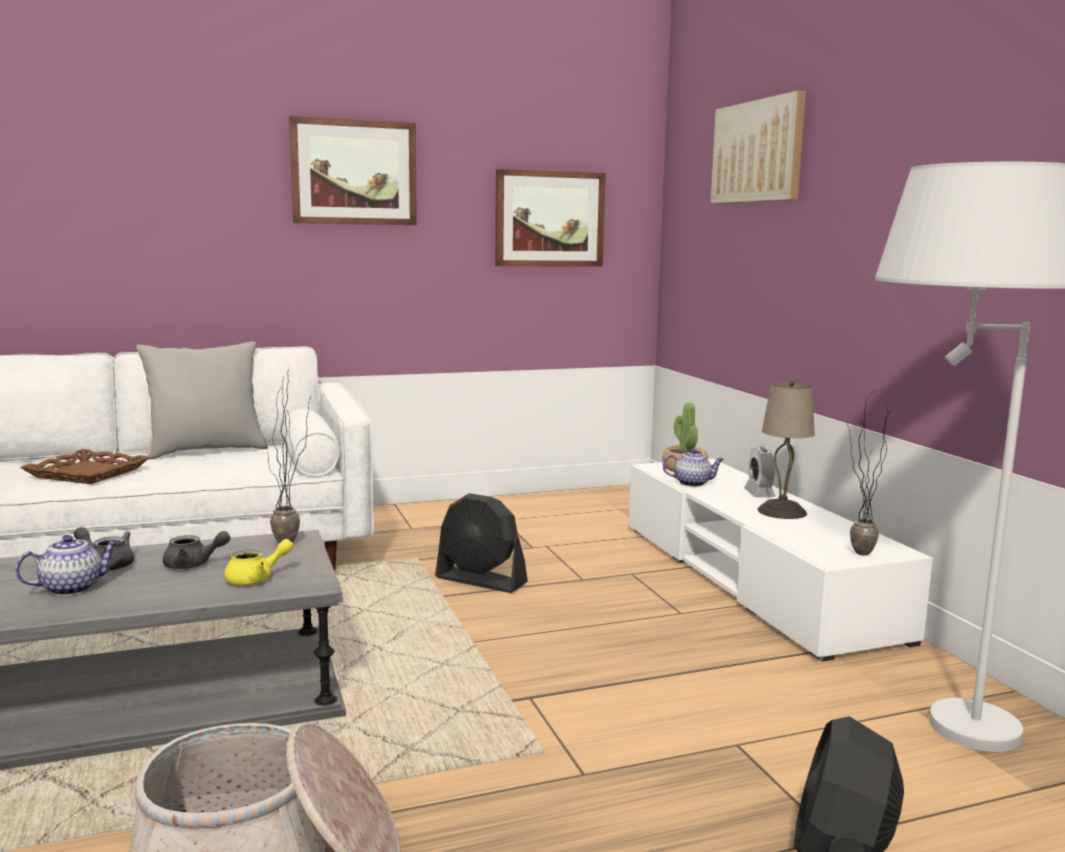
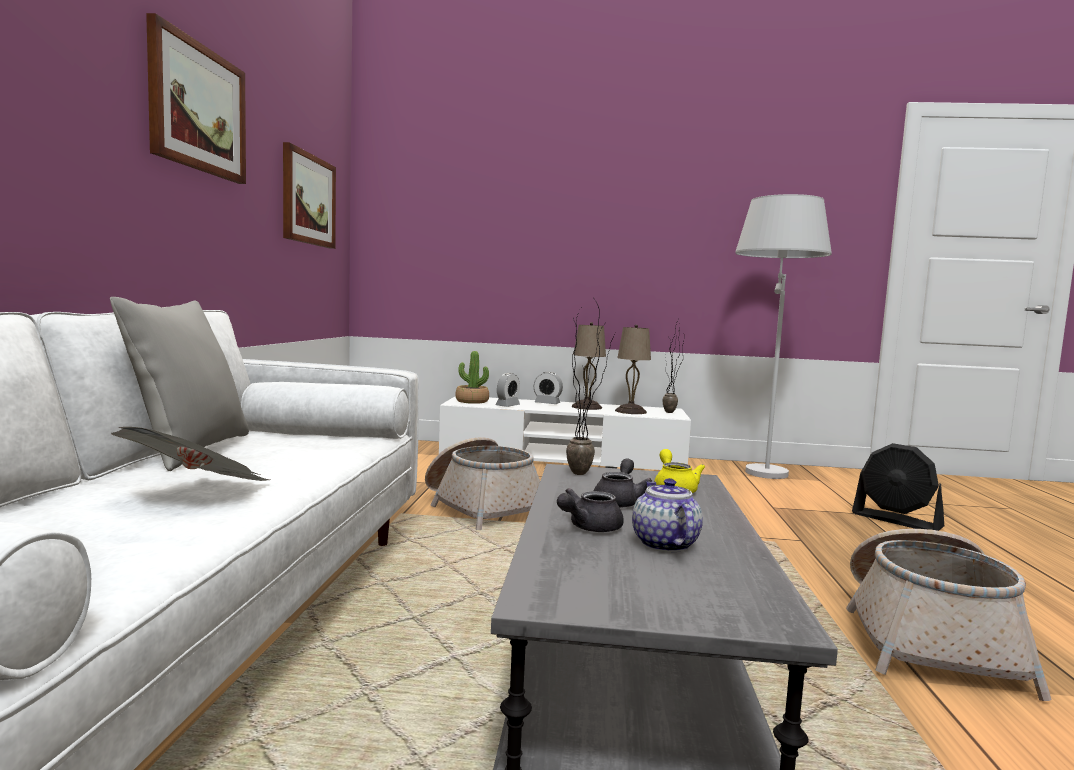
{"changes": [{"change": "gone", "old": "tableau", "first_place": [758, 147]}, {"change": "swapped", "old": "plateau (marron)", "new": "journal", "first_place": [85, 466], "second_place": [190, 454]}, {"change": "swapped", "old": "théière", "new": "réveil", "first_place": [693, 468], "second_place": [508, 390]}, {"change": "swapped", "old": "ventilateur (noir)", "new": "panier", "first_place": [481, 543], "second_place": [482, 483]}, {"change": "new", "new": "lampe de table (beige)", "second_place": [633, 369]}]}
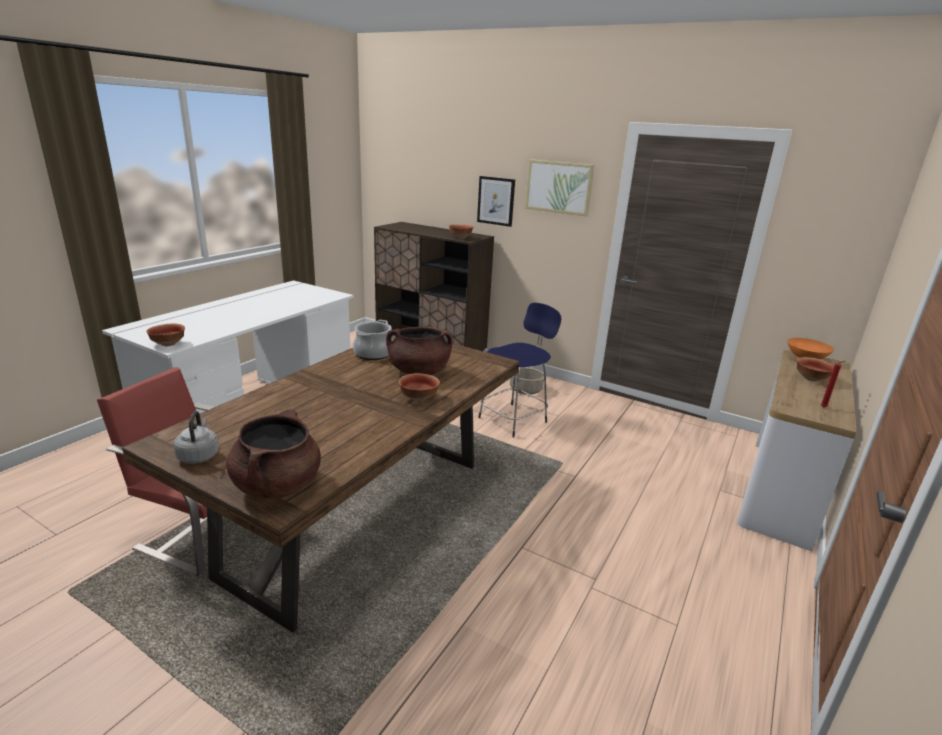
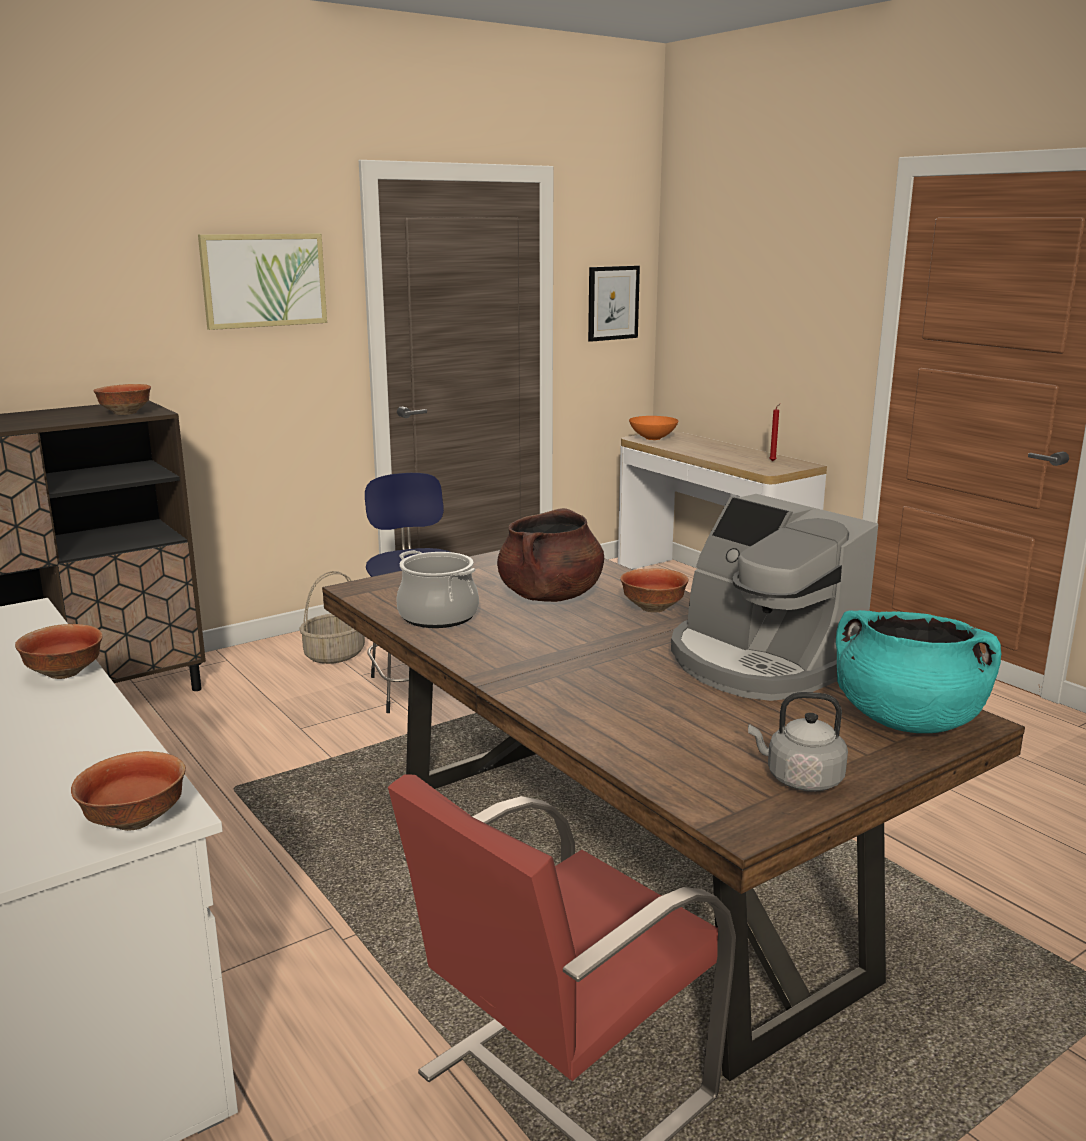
{"changes": [{"change": "shifted", "old": "tableau", "first_place": [496, 201], "second_place": [614, 304]}, {"change": "shifted", "old": "bol", "first_place": [815, 369], "second_place": [59, 651]}, {"change": "repainted", "old": "marmite (marron)", "new": "marmite (turquoise)", "first_place": [273, 454], "second_place": [918, 671]}, {"change": "new", "new": "machine à café", "second_place": [774, 597]}]}
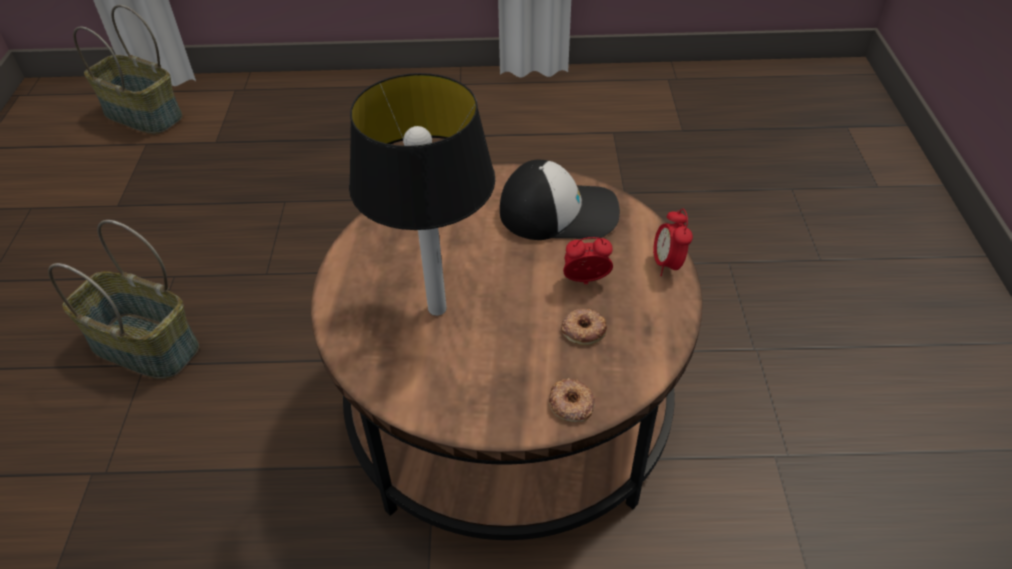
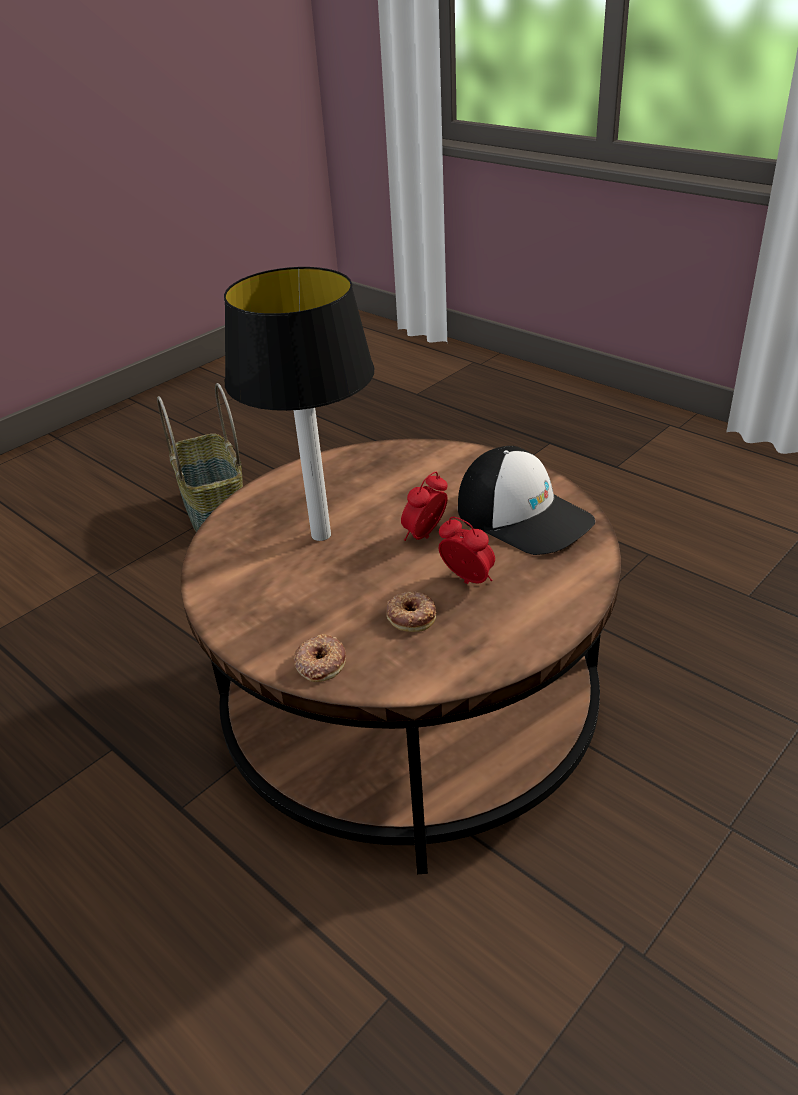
{"changes": [{"change": "gone", "old": "panier", "first_place": [128, 69]}, {"change": "shifted", "old": "réveil", "first_place": [673, 242], "second_place": [424, 506]}]}
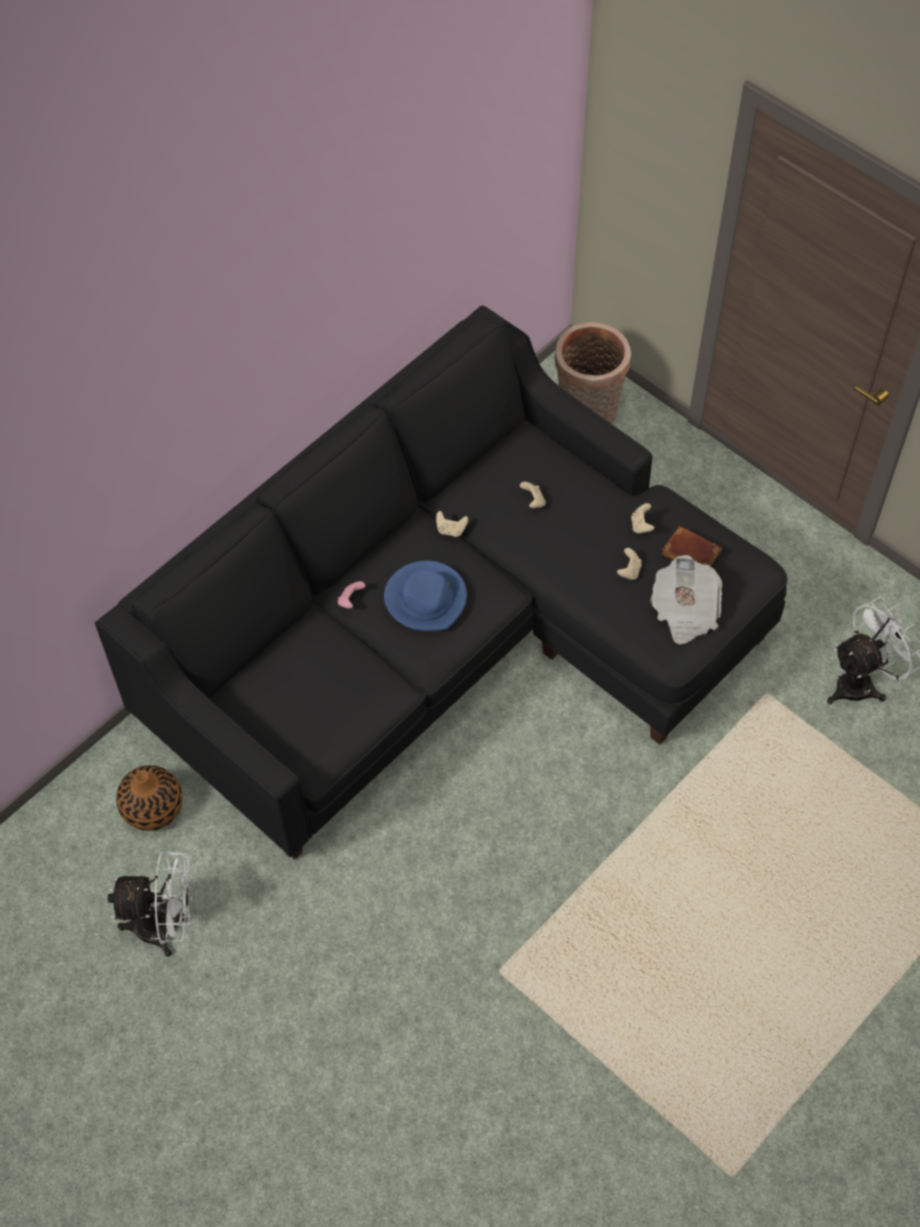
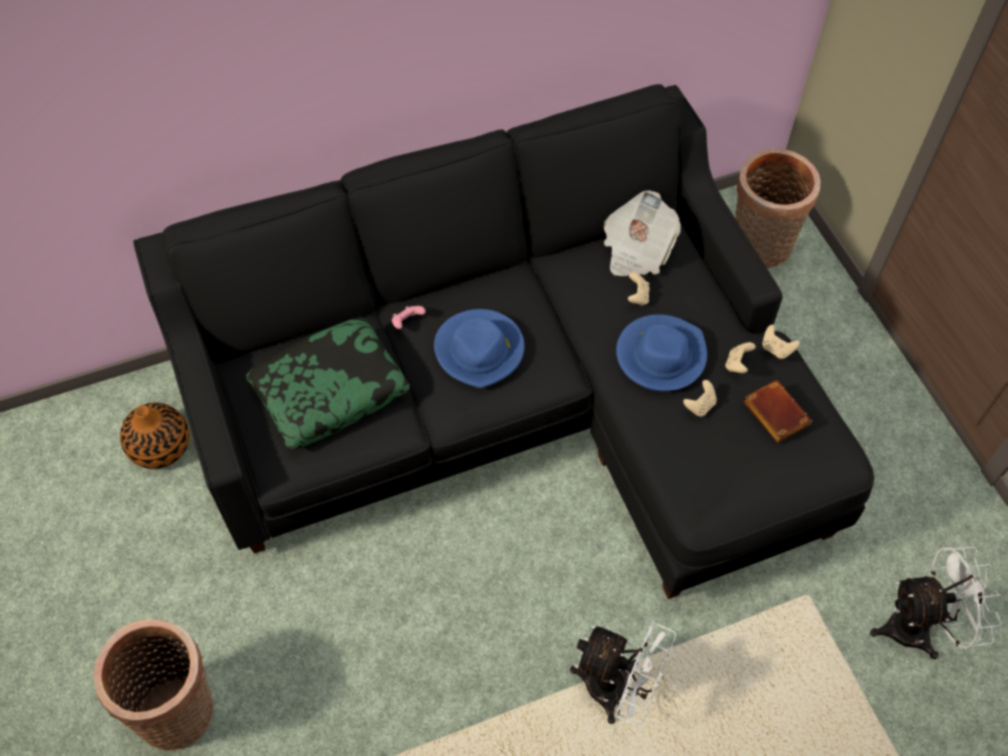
{"changes": [{"change": "shifted", "old": "manette (beige)", "first_place": [452, 524], "second_place": [781, 342]}, {"change": "shifted", "old": "journal", "first_place": [686, 600], "second_place": [642, 233]}, {"change": "shifted", "old": "ventilateur (blanc)", "first_place": [150, 904], "second_place": [623, 673]}, {"change": "new", "new": "chapeau (bleu)", "second_place": [661, 352]}, {"change": "new", "new": "coussin", "second_place": [328, 383]}, {"change": "new", "new": "panier", "second_place": [153, 685]}]}
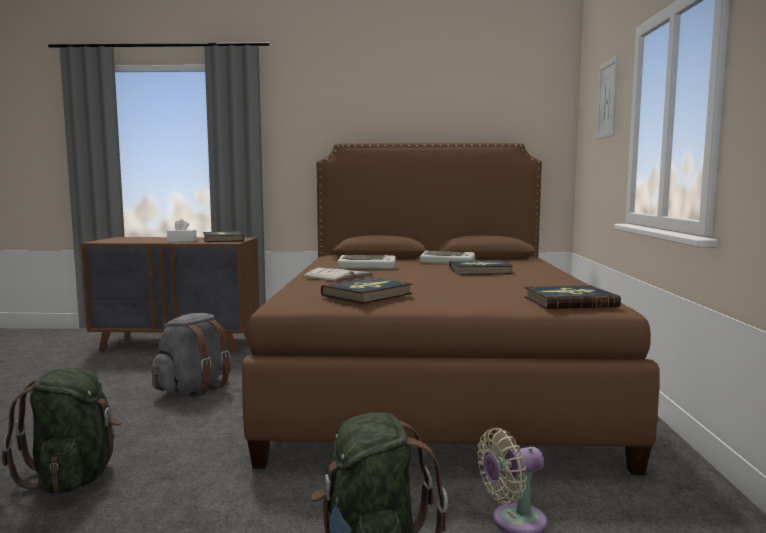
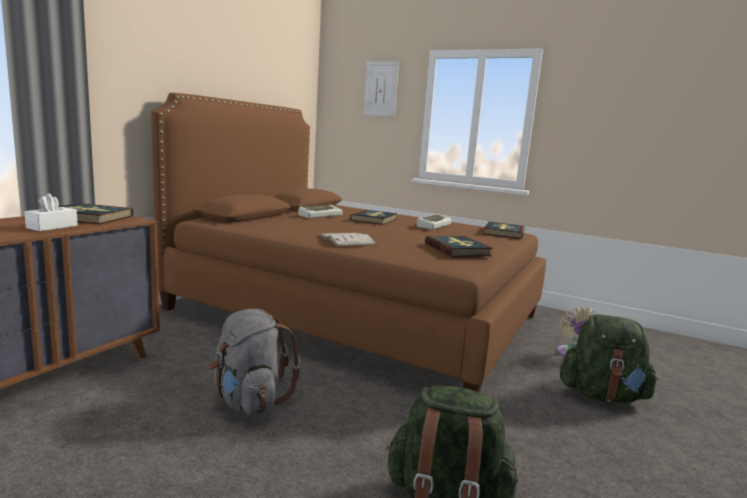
{"changes": [{"change": "shifted", "old": "clavier", "first_place": [366, 262], "second_place": [434, 222]}]}
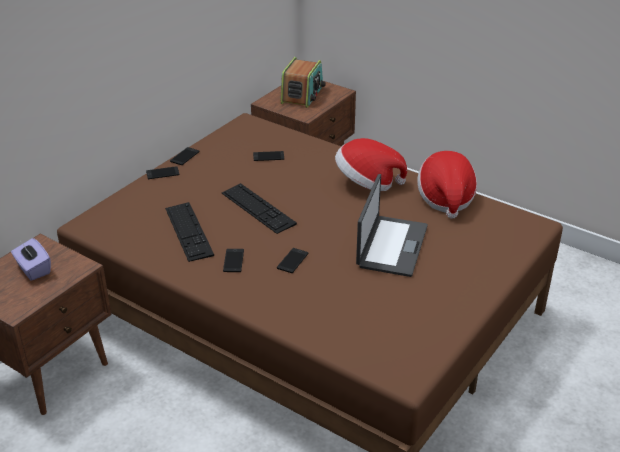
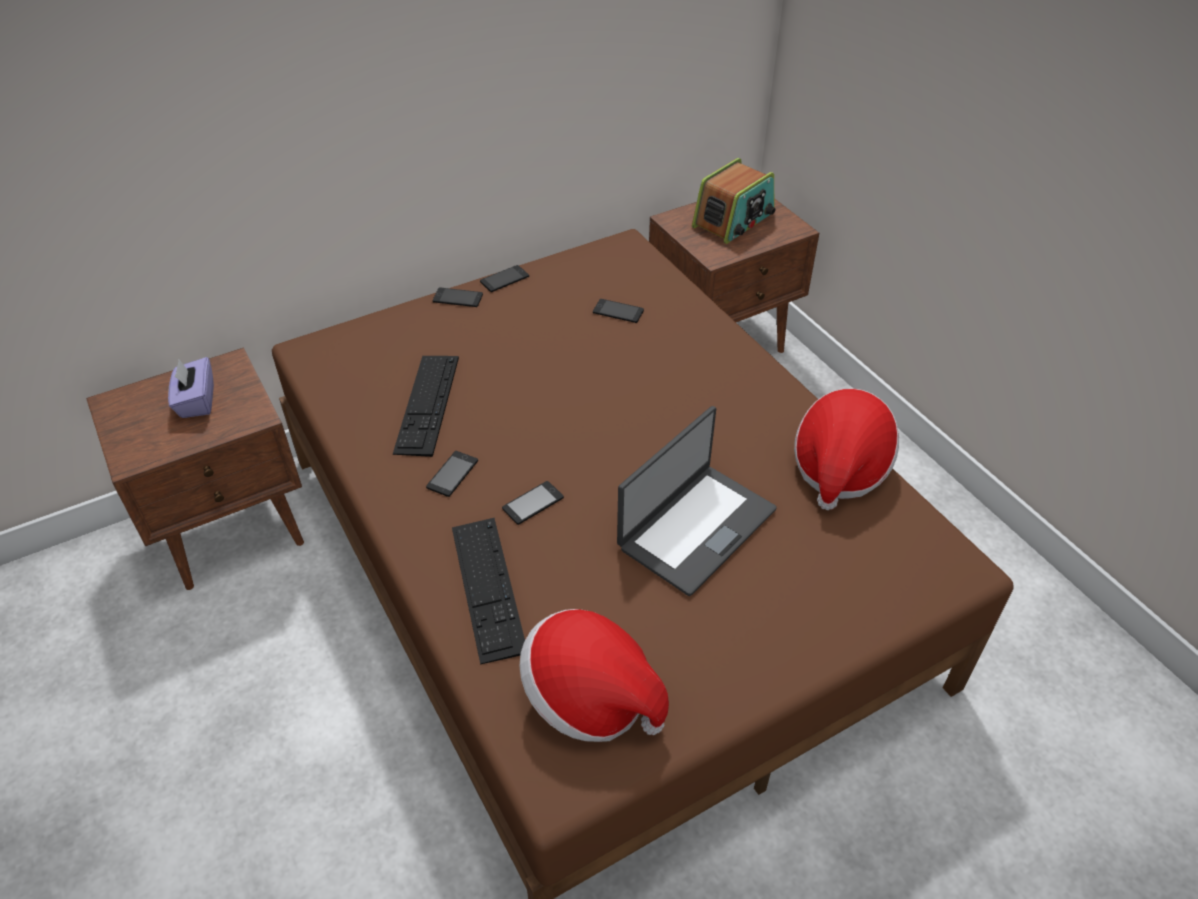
{"changes": [{"change": "shifted", "old": "chapeau", "first_place": [371, 164], "second_place": [594, 675]}, {"change": "shifted", "old": "clavier", "first_place": [259, 208], "second_place": [488, 591]}]}
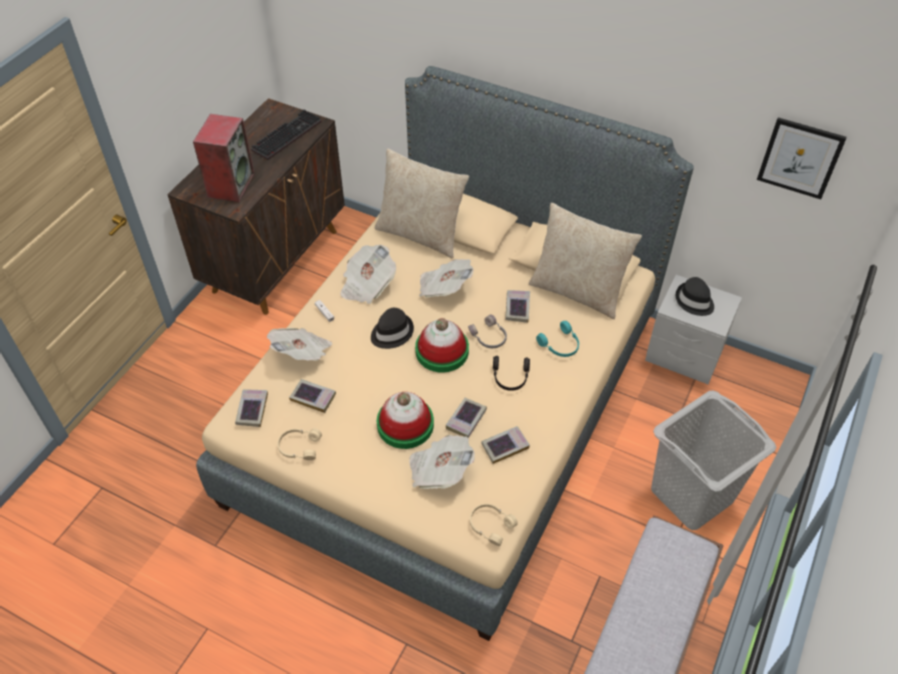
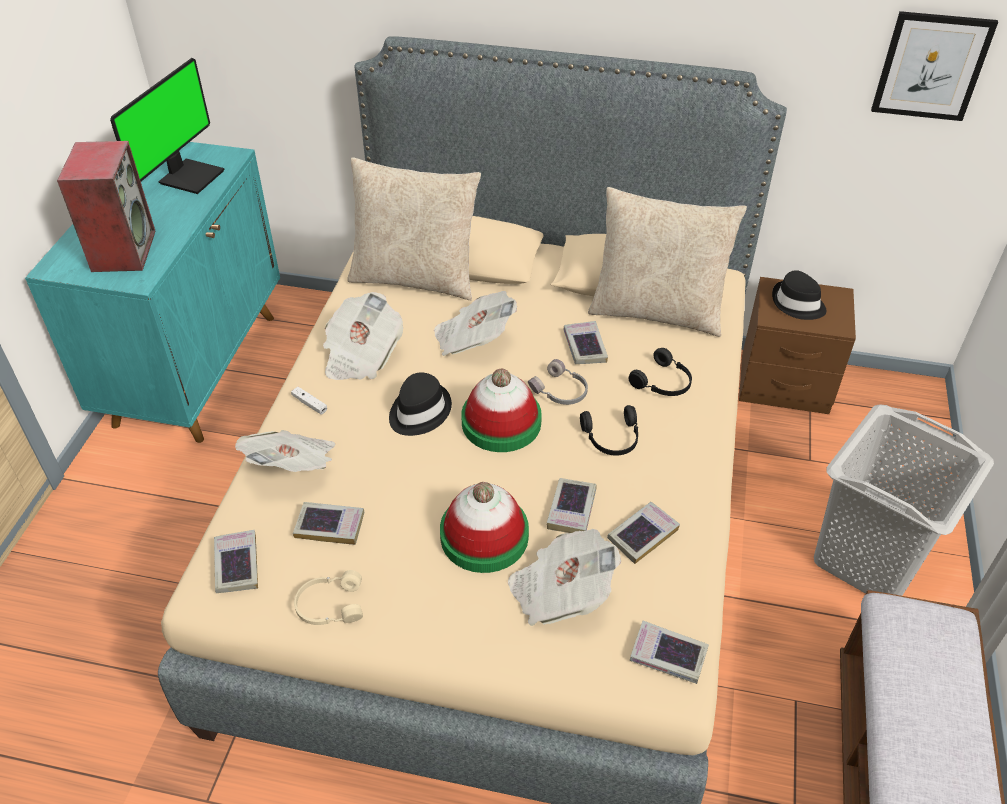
{"changes": [{"change": "repainted", "old": "meuble de rangement (marron)", "new": "meuble de rangement (turquoise)", "first_place": [256, 206], "second_place": [152, 292]}, {"change": "swapped", "old": "clavier", "new": "écran d'ordinateur", "first_place": [286, 134], "second_place": [167, 126]}, {"change": "repainted", "old": "table de chevet (gris)", "new": "table de chevet (marron)", "first_place": [693, 329], "second_place": [797, 345]}, {"change": "repainted", "old": "casque audio (turquoise)", "new": "casque audio (noir)", "first_place": [557, 339], "second_place": [660, 372]}, {"change": "swapped", "old": "casque audio (beige)", "new": "livre", "first_place": [494, 525], "second_place": [669, 652]}]}
